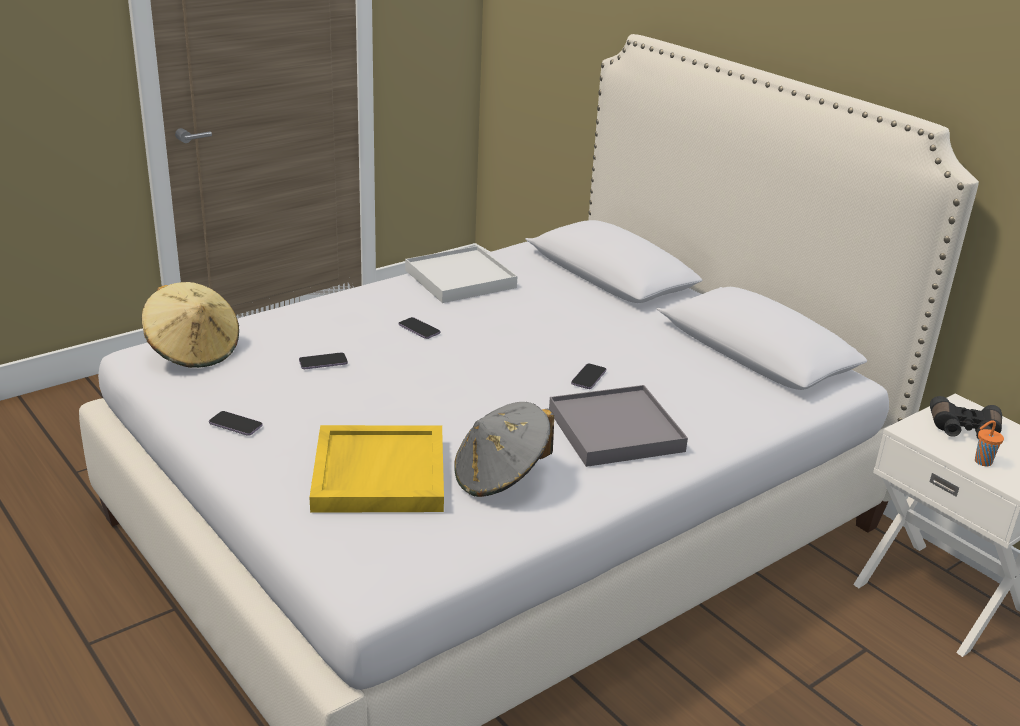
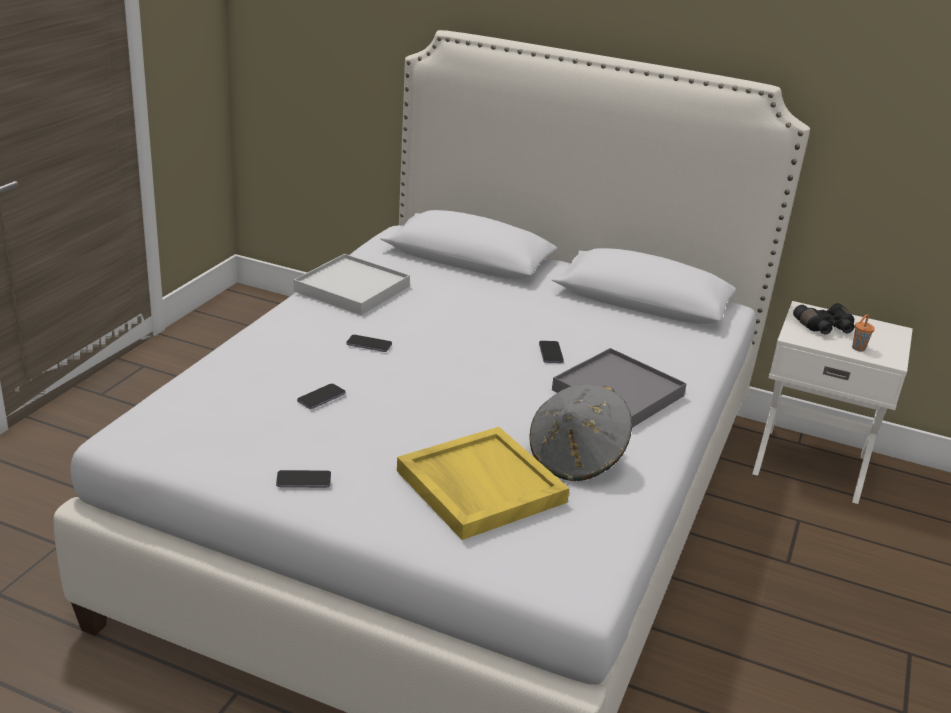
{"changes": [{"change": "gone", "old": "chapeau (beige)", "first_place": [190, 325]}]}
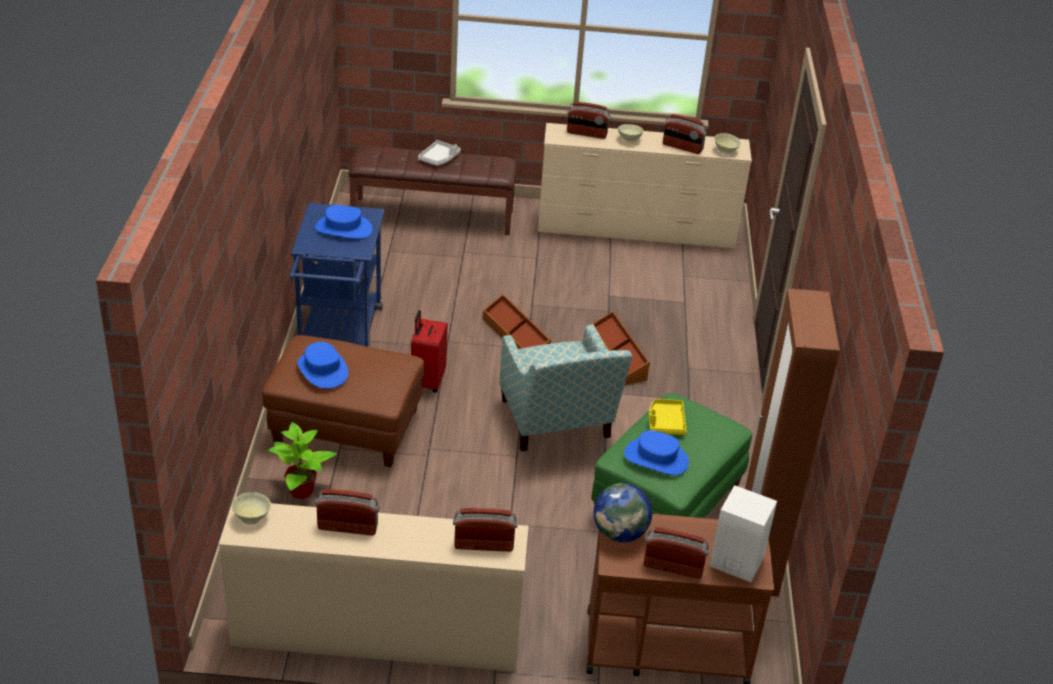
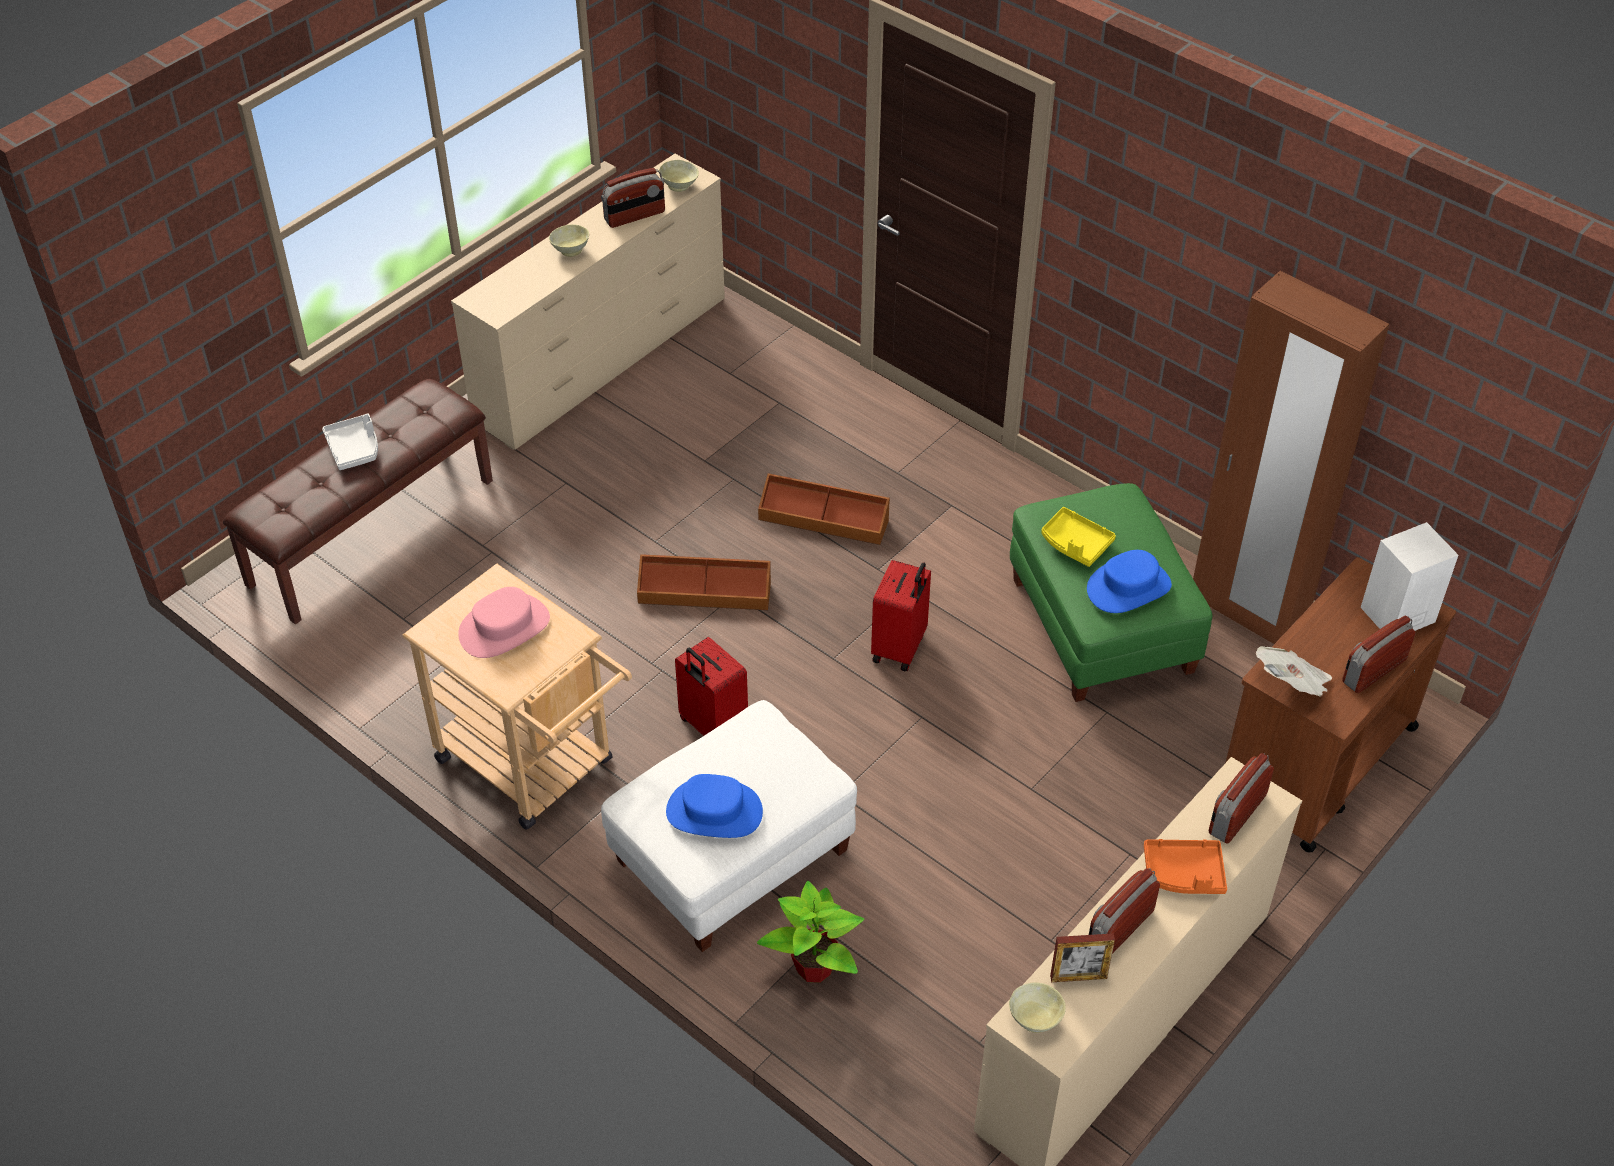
{"changes": [{"change": "gone", "old": "radio", "first_place": [589, 120]}, {"change": "repainted", "old": "chariot (bleu)", "new": "chariot (beige)", "first_place": [337, 275], "second_place": [517, 696]}, {"change": "repainted", "old": "chapeau (bleu)", "new": "chapeau (rose)", "first_place": [344, 222], "second_place": [504, 622]}, {"change": "swapped", "old": "fauteuil", "new": "valise (rouge)", "first_place": [566, 387], "second_place": [901, 615]}, {"change": "repainted", "old": "pouf (marron)", "new": "pouf (blanc)", "first_place": [343, 401], "second_place": [729, 826]}, {"change": "swapped", "old": "globe", "new": "journal", "first_place": [623, 512], "second_place": [1294, 671]}, {"change": "new", "new": "plateau (orange)", "second_place": [1185, 866]}, {"change": "new", "new": "cadre photo", "second_place": [1082, 957]}]}
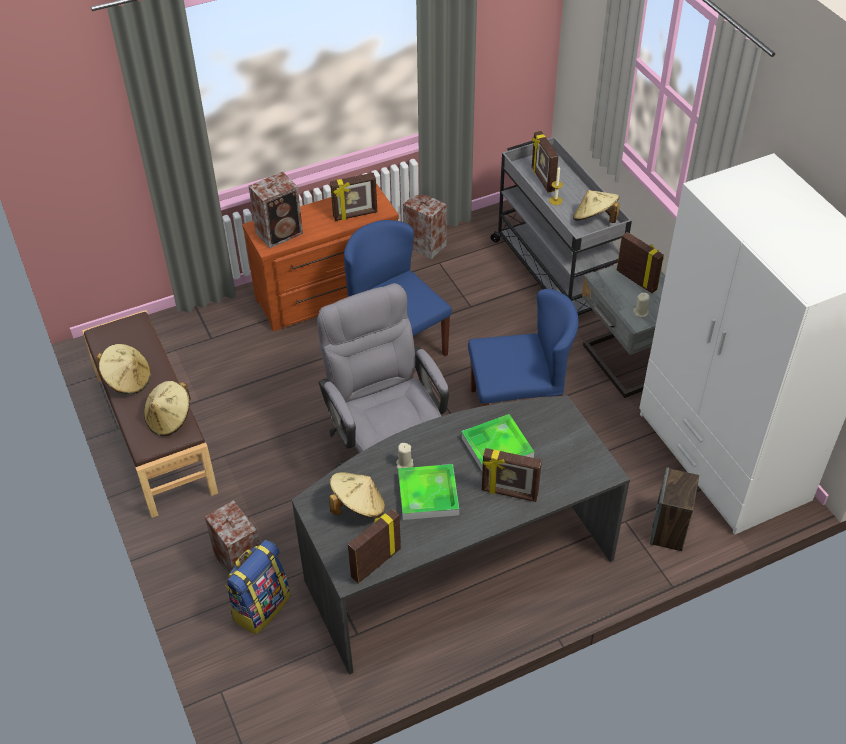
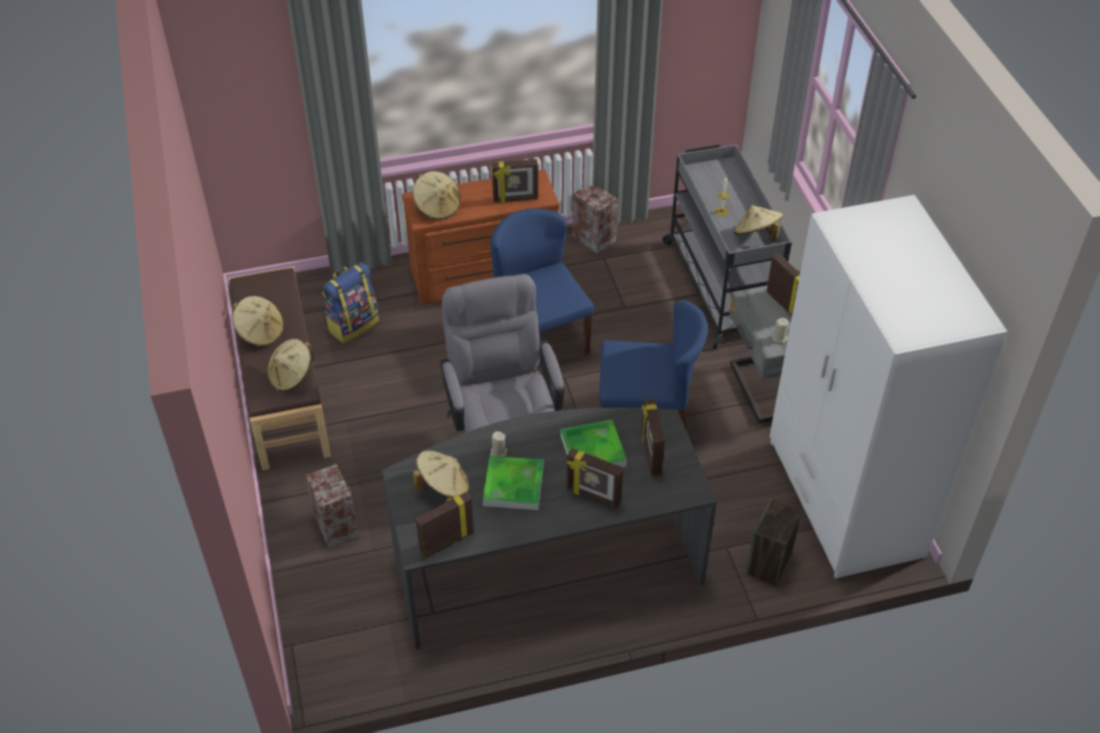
{"changes": [{"change": "shifted", "old": "cadre photo", "first_place": [545, 162], "second_place": [653, 437]}, {"change": "swapped", "old": "enceinte", "new": "chapeau (beige)", "first_place": [276, 210], "second_place": [436, 195]}, {"change": "shifted", "old": "sac à dos", "first_place": [257, 587], "second_place": [350, 302]}]}
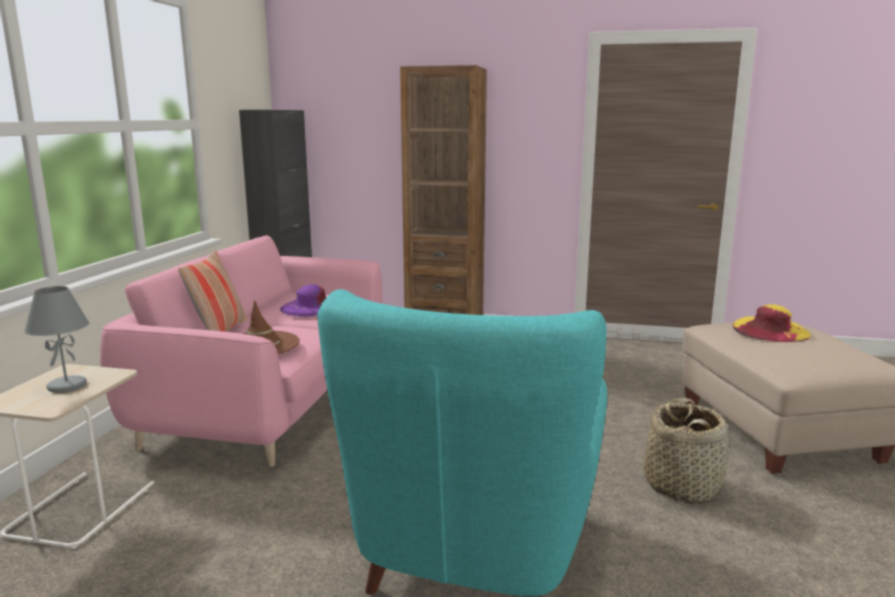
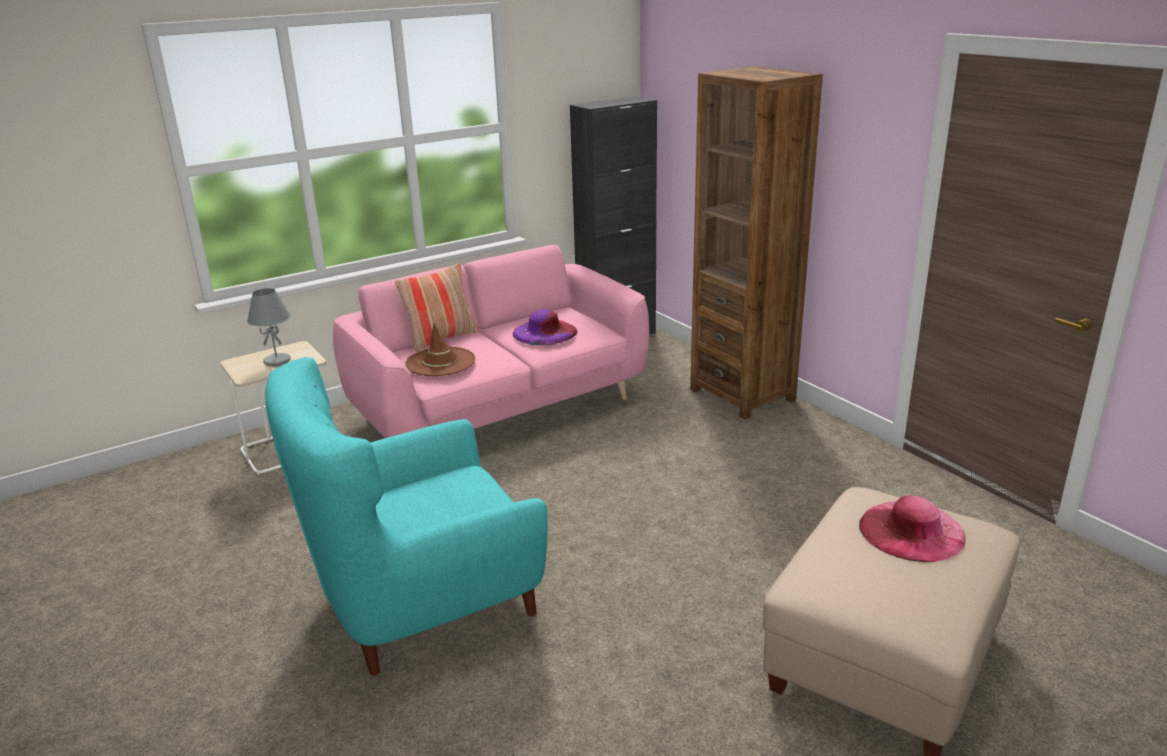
{"changes": [{"change": "repainted", "old": "chapeau (jaune)", "new": "chapeau (rose)", "first_place": [771, 323], "second_place": [912, 528]}, {"change": "gone", "old": "panier", "first_place": [686, 451]}]}
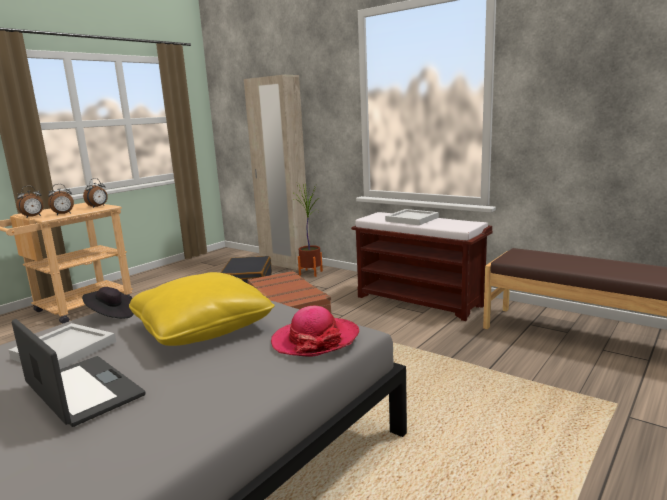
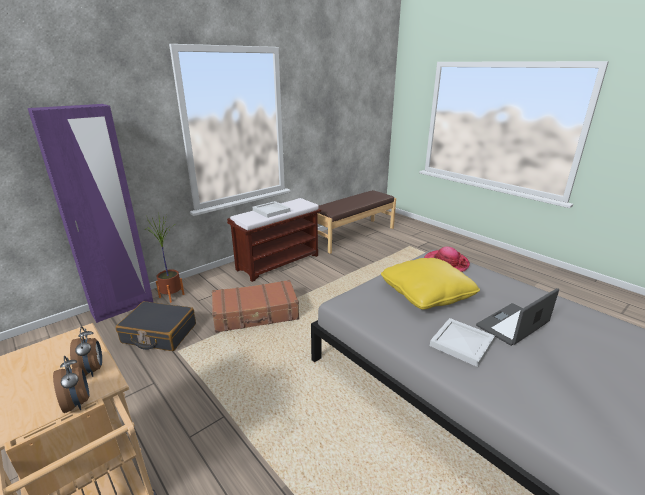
{"changes": [{"change": "repainted", "old": "armoire (beige)", "new": "armoire (violet)", "first_place": [277, 172], "second_place": [90, 213]}, {"change": "gone", "old": "réveil", "first_place": [95, 193]}, {"change": "gone", "old": "chapeau (noir)", "first_place": [108, 303]}]}
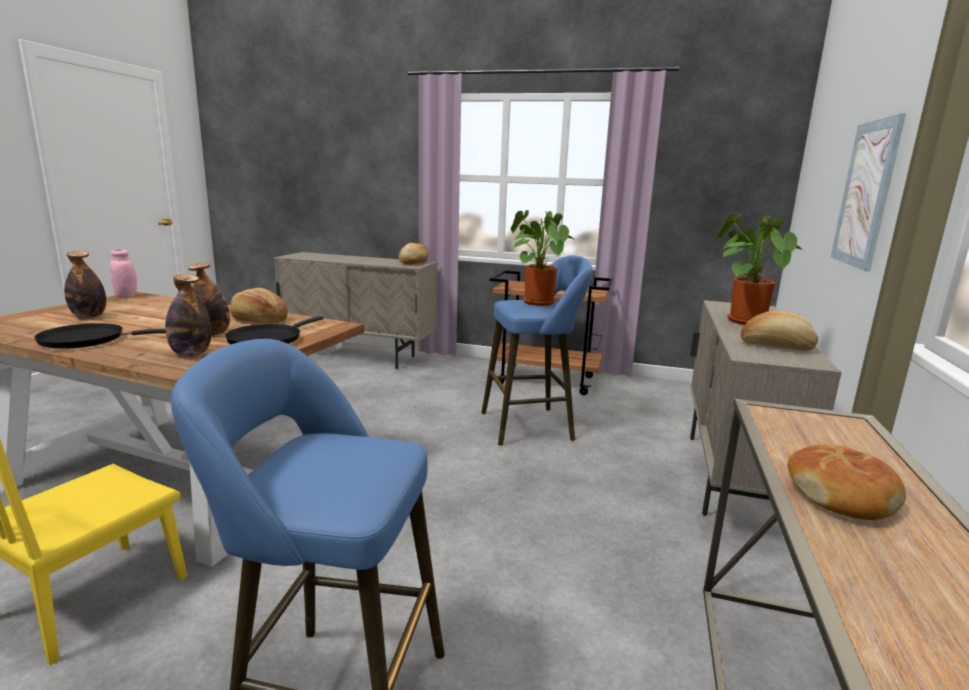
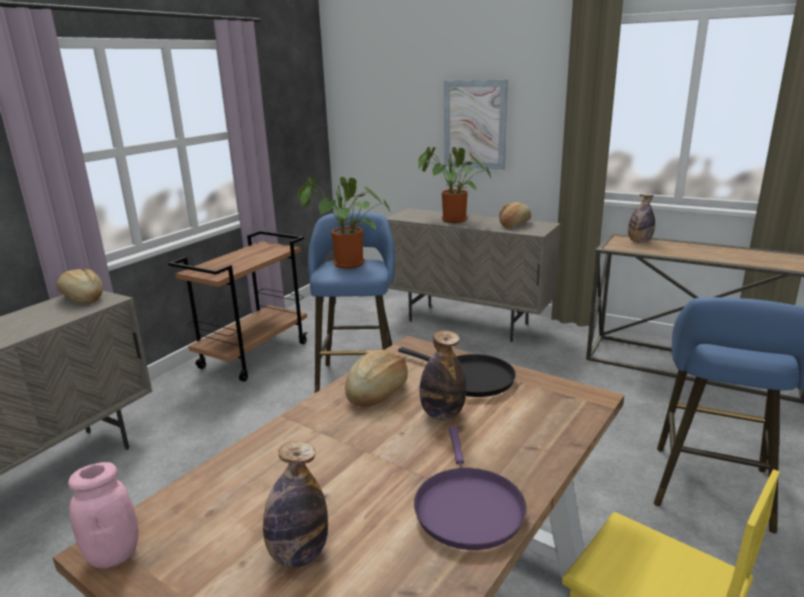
{"changes": [{"change": "shifted", "old": "bouteille", "first_place": [188, 315], "second_place": [641, 218]}, {"change": "repainted", "old": "poêle (noir)", "new": "poêle (violet)", "first_place": [100, 336], "second_place": [470, 488]}, {"change": "gone", "old": "pain", "first_place": [847, 482]}]}
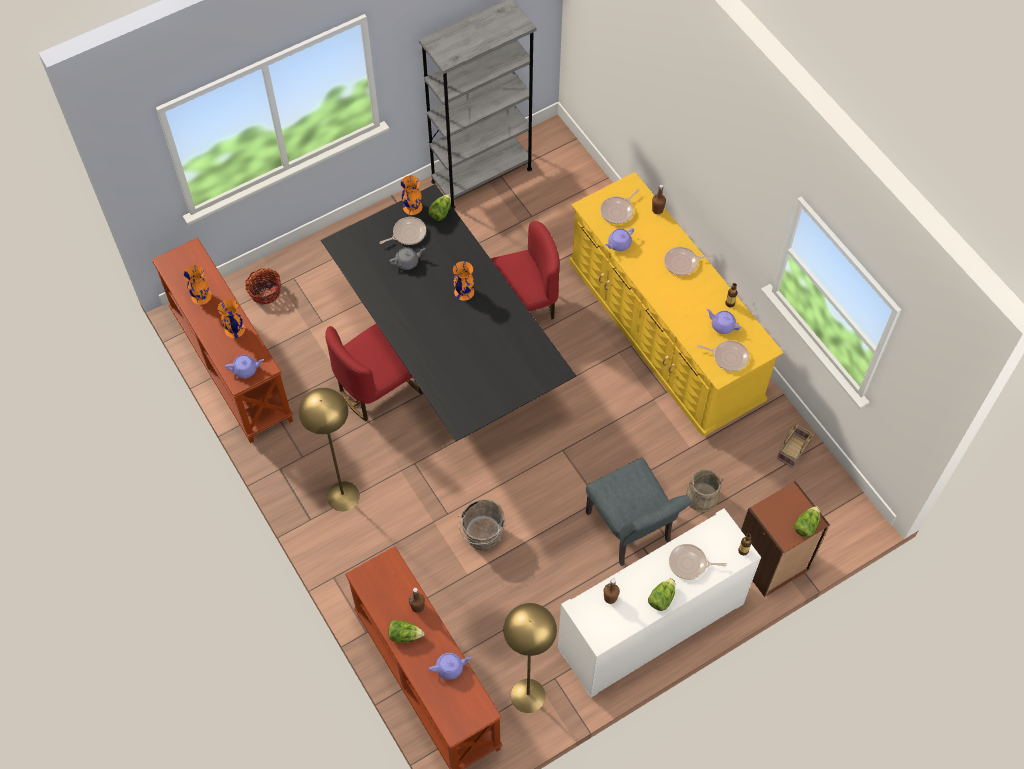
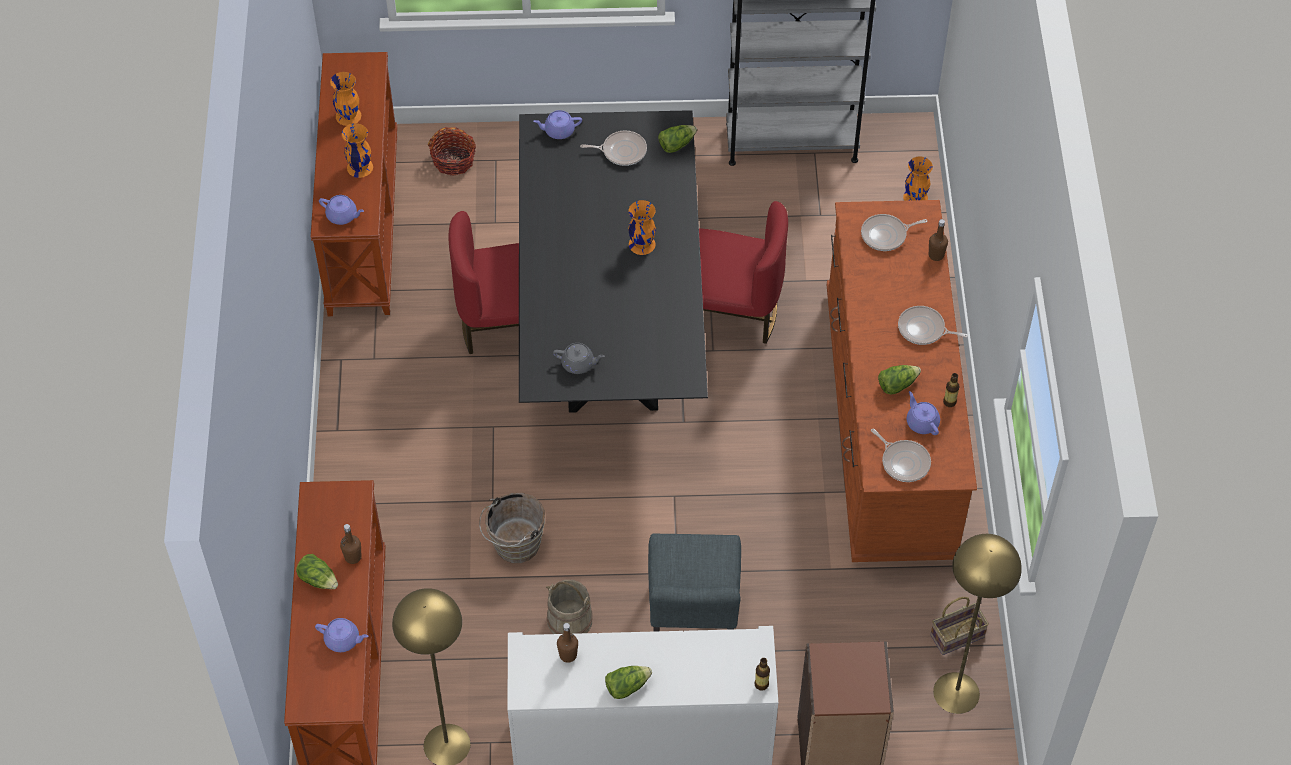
{"changes": [{"change": "repainted", "old": "commode (jaune)", "new": "commode (marron)", "first_place": [676, 304], "second_place": [902, 381]}, {"change": "shifted", "old": "vase (orange)", "first_place": [411, 195], "second_place": [918, 179]}, {"change": "shifted", "old": "théière (violet)", "first_place": [619, 239], "second_place": [557, 124]}, {"change": "shifted", "old": "théière (gris)", "first_place": [407, 258], "second_place": [579, 358]}, {"change": "shifted", "old": "lampadaire (jaune)", "first_place": [329, 449], "second_place": [977, 624]}, {"change": "shifted", "old": "seau (beige)", "first_place": [705, 490], "second_place": [569, 606]}, {"change": "shifted", "old": "laitue", "first_place": [807, 521], "second_place": [899, 380]}, {"change": "gone", "old": "poêle", "first_place": [698, 562]}]}
